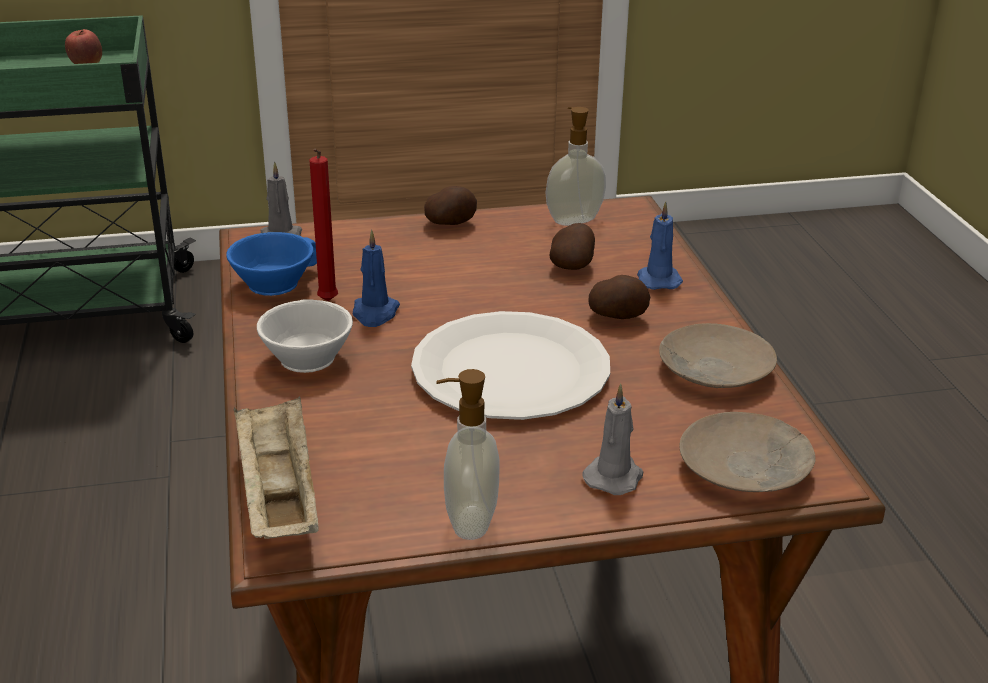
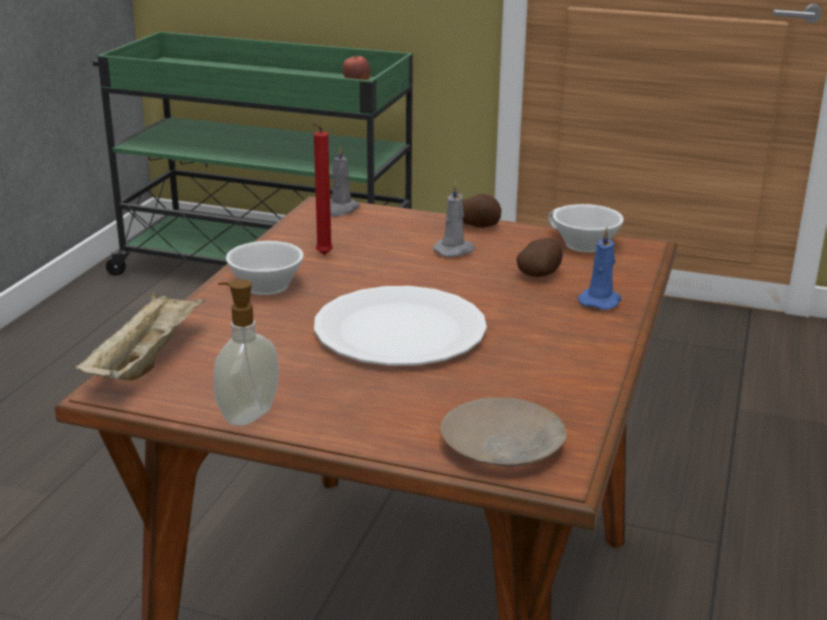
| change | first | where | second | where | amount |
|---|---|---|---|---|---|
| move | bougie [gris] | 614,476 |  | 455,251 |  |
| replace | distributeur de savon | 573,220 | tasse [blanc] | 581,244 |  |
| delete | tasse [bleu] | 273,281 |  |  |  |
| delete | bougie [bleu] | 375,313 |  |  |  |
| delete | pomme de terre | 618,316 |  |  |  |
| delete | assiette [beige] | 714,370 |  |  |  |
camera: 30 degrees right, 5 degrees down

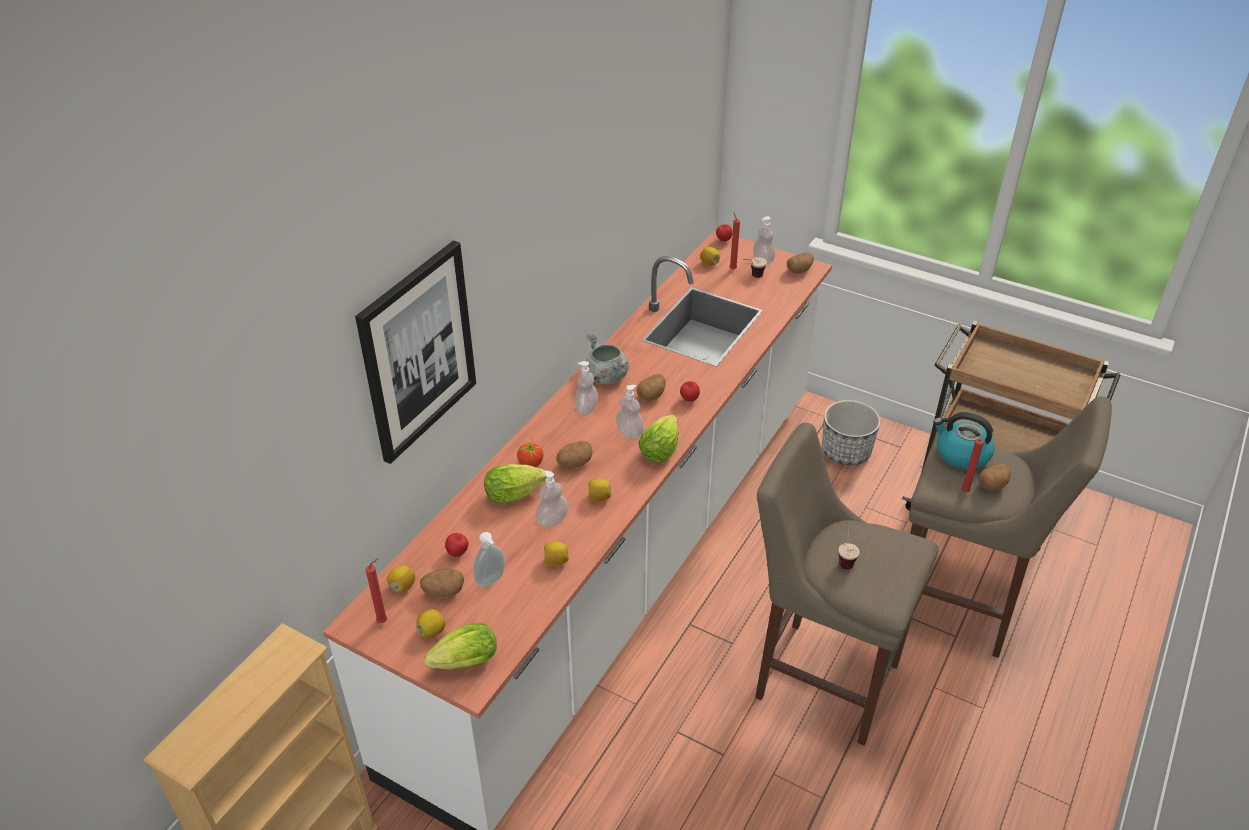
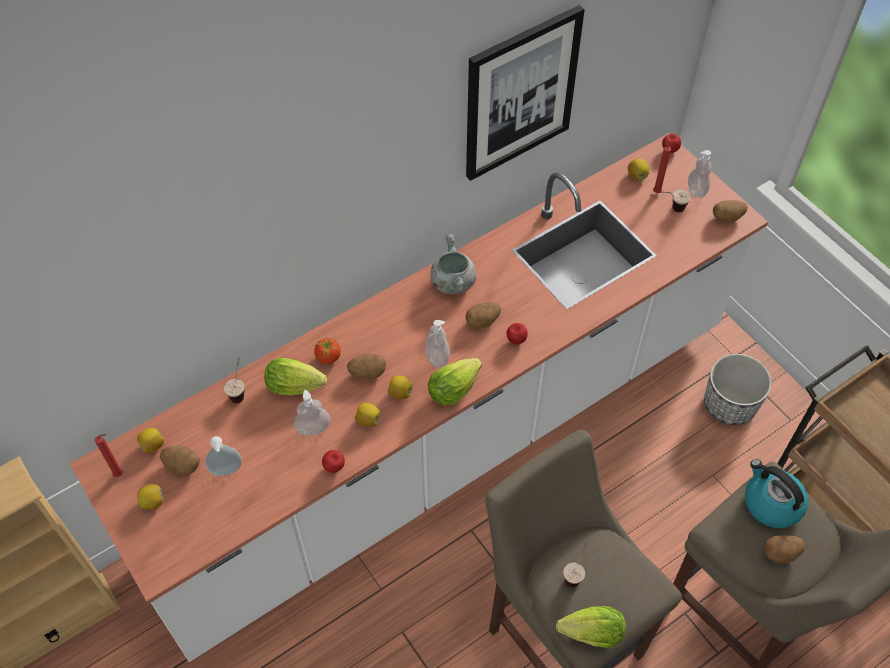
| change | first | where | second | where | amount |
|---|---|---|---|---|---|
| insert |  |  | tasse | 239,390 |  |
| move | pomme | 458,553 |  | 334,467 |  |
| move | citron | 556,561 |  | 400,393 |  |
| move | tableau | 417,351 |  | 520,94 |  |
| move | laitue | 462,663 |  | 588,633 |  |
| delete | distributeur de savon | 586,408 |  |  |  |
| delete | bougie [rouge] | 964,492 |  |  |  |
camera: 25 degrees right, 15 degrees up

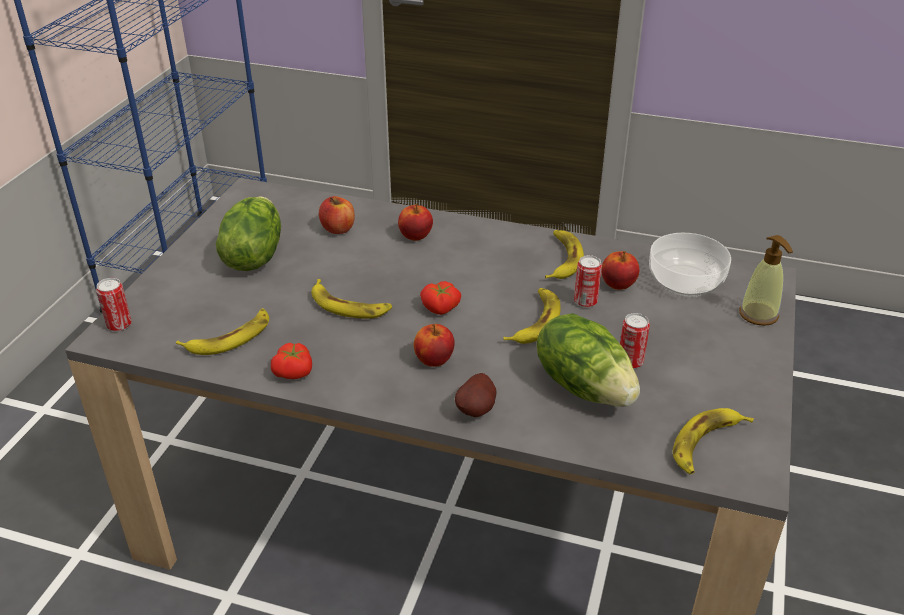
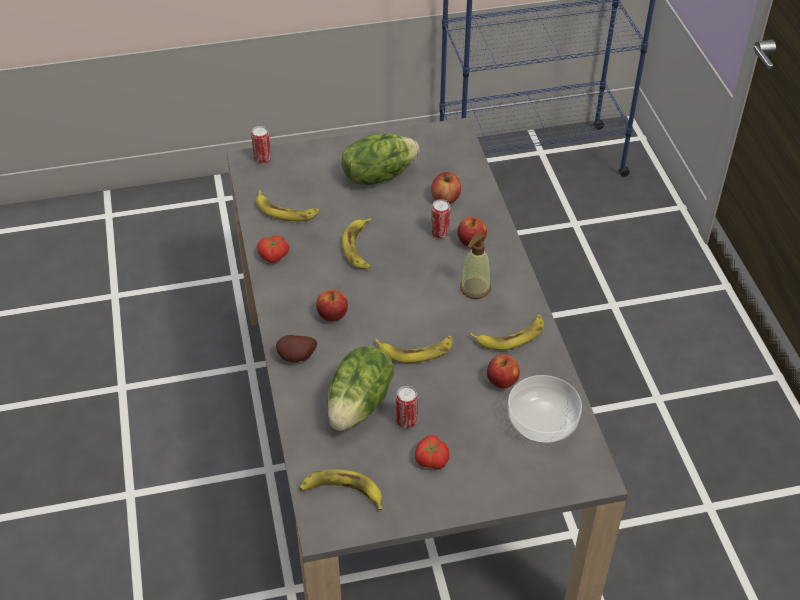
| change | first | where | second | where | amount |
|---|---|---|---|---|---|
| move | tomate | 440,309 |  | 431,460 |  |
| move | boîte métallique | 585,301 |  | 440,233 |  |
| move | distributeur de savon | 758,315 |  | 475,288 |  |
camera: 60 degrees right, 10 degrees up

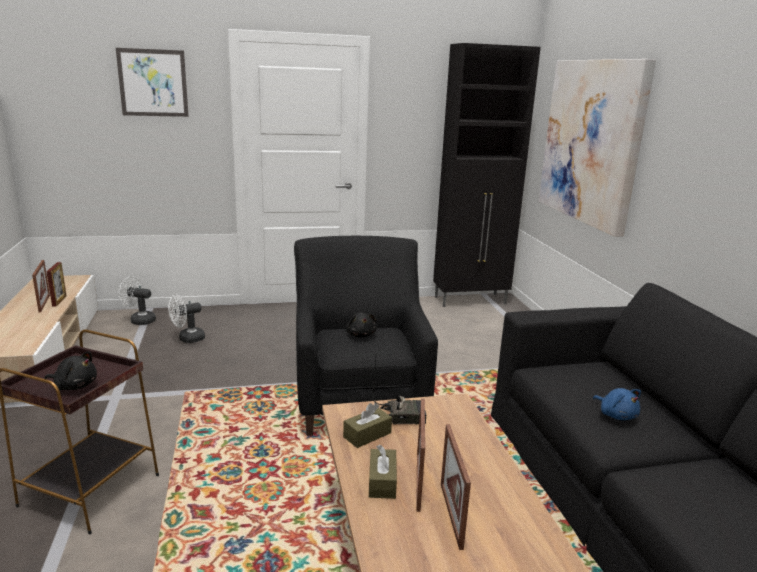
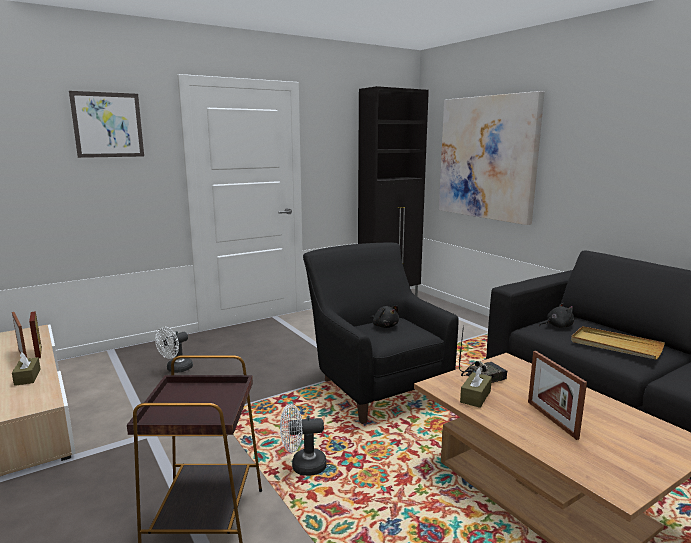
| change | first | where | second | where | amount |
|---|---|---|---|---|---|
| move | boîte à mouchoirs [marron] | 382,481 |  | 27,377 |  |
| move | ventilateur [blanc] | 139,320 |  | 302,466 |  |
| move | peluche [noir] | 74,386 |  | 557,326 |  |
| replace | peluche [bleu] | 616,415 | plateau [beige] | 615,345 |  |
| delete | cadre photo | 451,515 |  |  |  |
camera: 20 degrees left, 5 degrees down

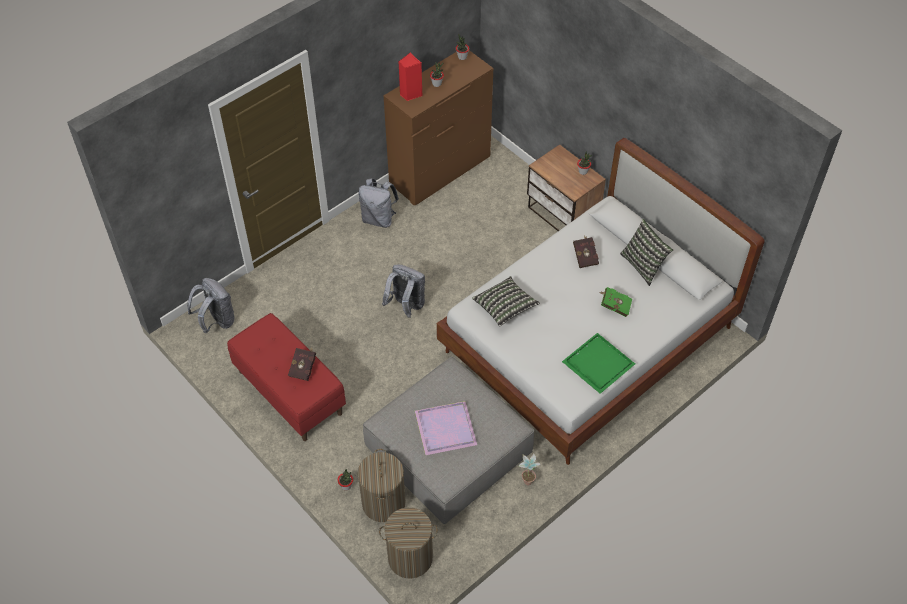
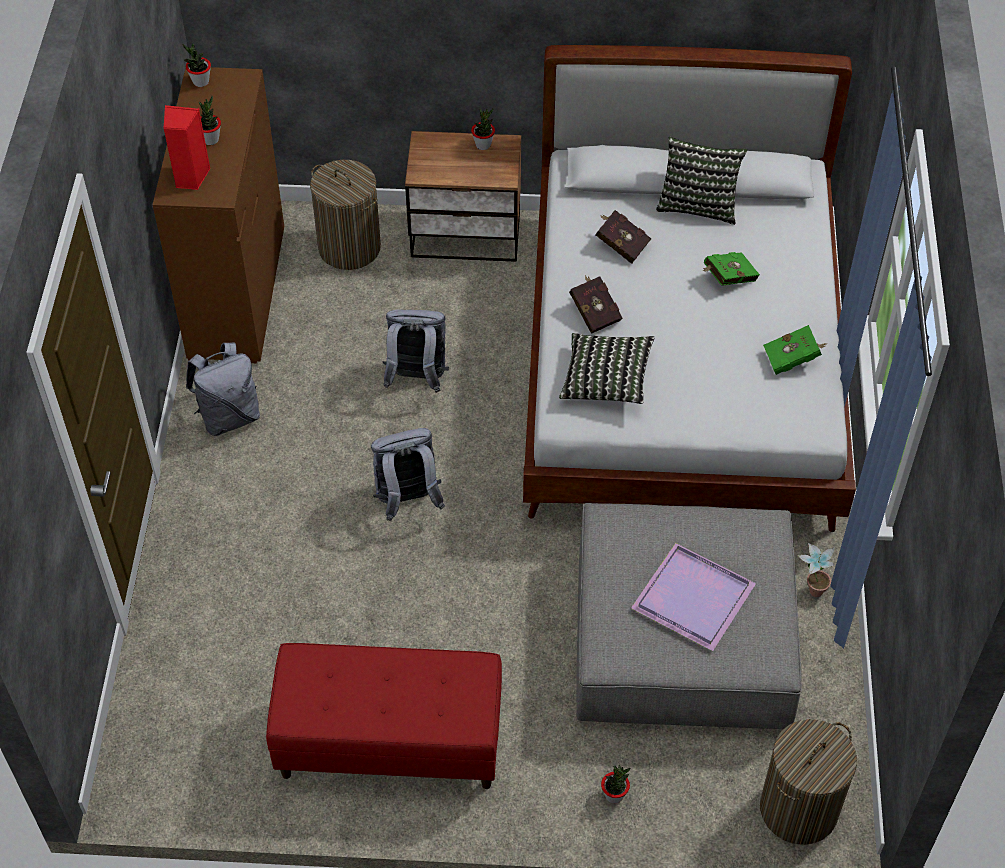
| change | first | where | second | where | amount |
|---|---|---|---|---|---|
| move | panier à linge | 383,503 |  | 349,247 |  |
| move | sac à dos [gris] | 216,321 |  | 416,378 |  |
| move | livre [rouge] | 304,368 |  | 594,312 |  |
| replace | plateau [vert] | 598,363 | livre [vert] | 793,359 |  |
camera: 45 degrees left, 0 degrees up

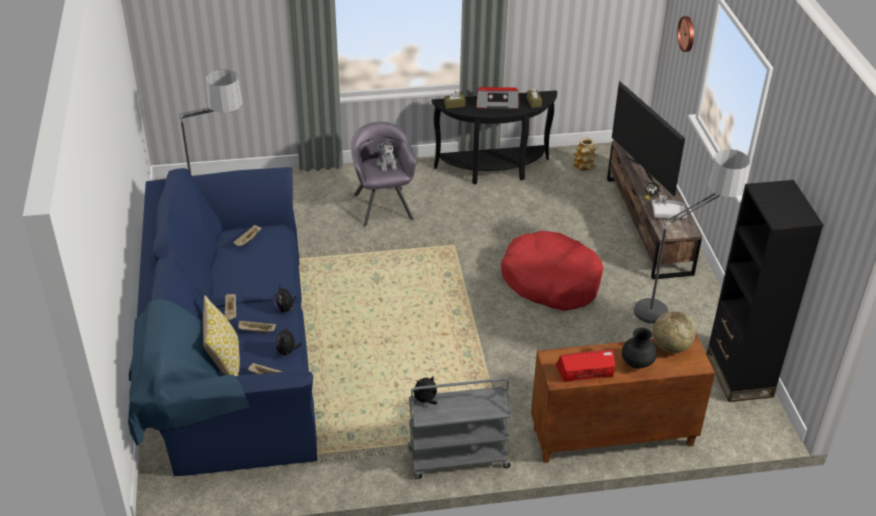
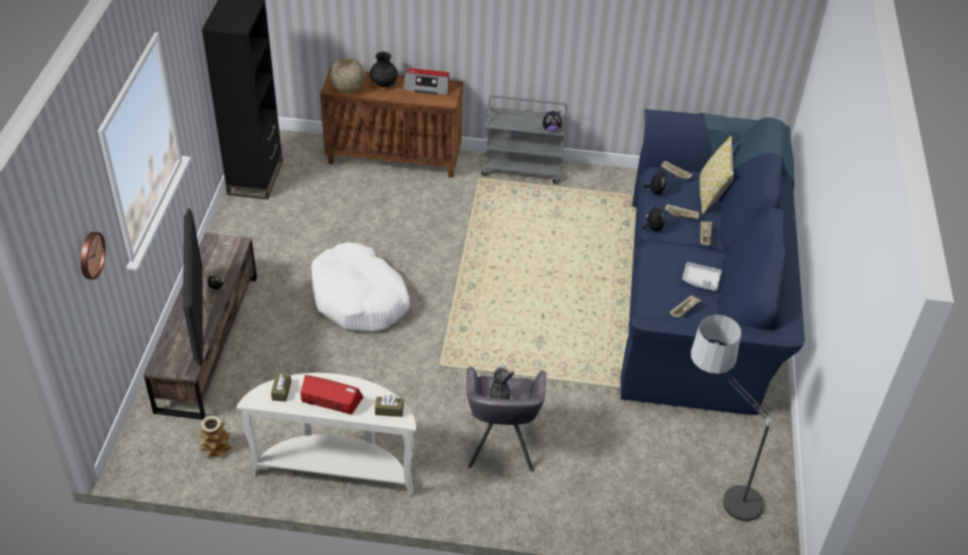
| change | first | where | second | where | amount |
|---|---|---|---|---|---|
| recolor | table console [noir] | 494,171 | table console [blanc] | 337,467 |  |
| recolor | panier pour chien [rouge] | 551,281 | panier pour chien [blanc] | 359,298 |  |
| move | plateau [gris] | 668,213 |  | 700,280 |  |
| delete | lampadaire | 674,306 |  |  |  |
camera: 165 degrees left, 5 degrees up

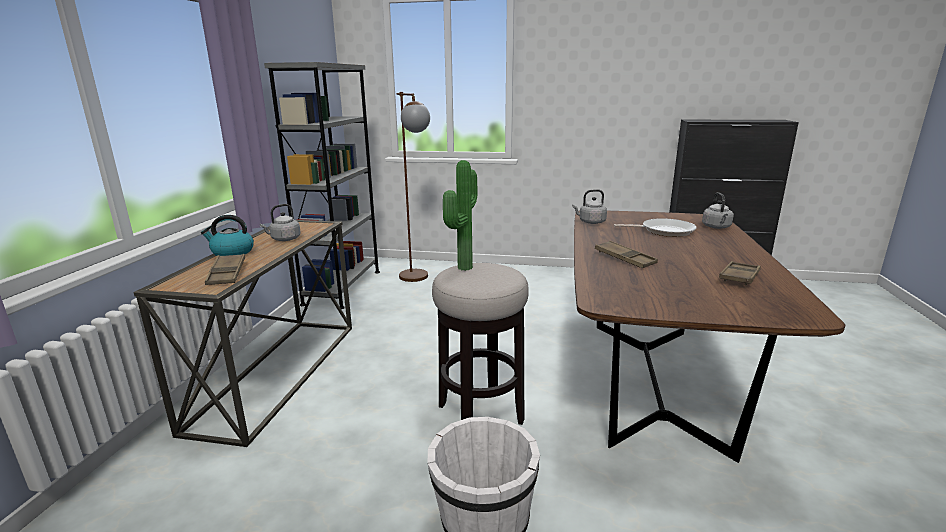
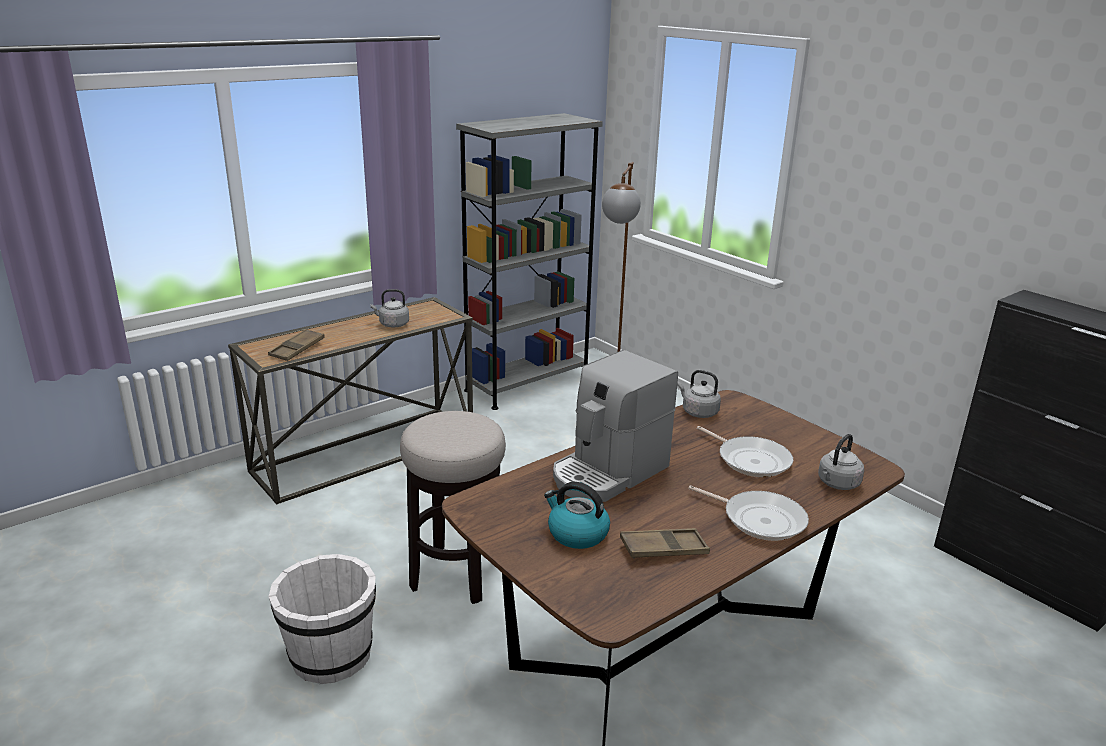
| change | first | where | second | where | amount |
|---|---|---|---|---|---|
| move | bouilloire | 232,252 |  | 577,534 |  |
| replace | plateau [marron] | 625,259 | machine à café | 608,473 |  |
| insert |  |  | poêle | 759,519 |  |
| delete | plante en pot | 462,267 |  |  |  |
camera: 40 degrees right, 5 degrees up

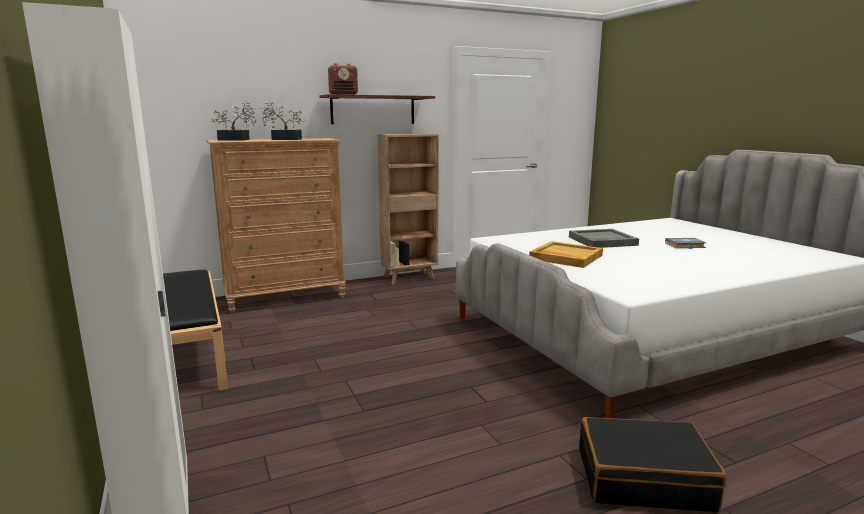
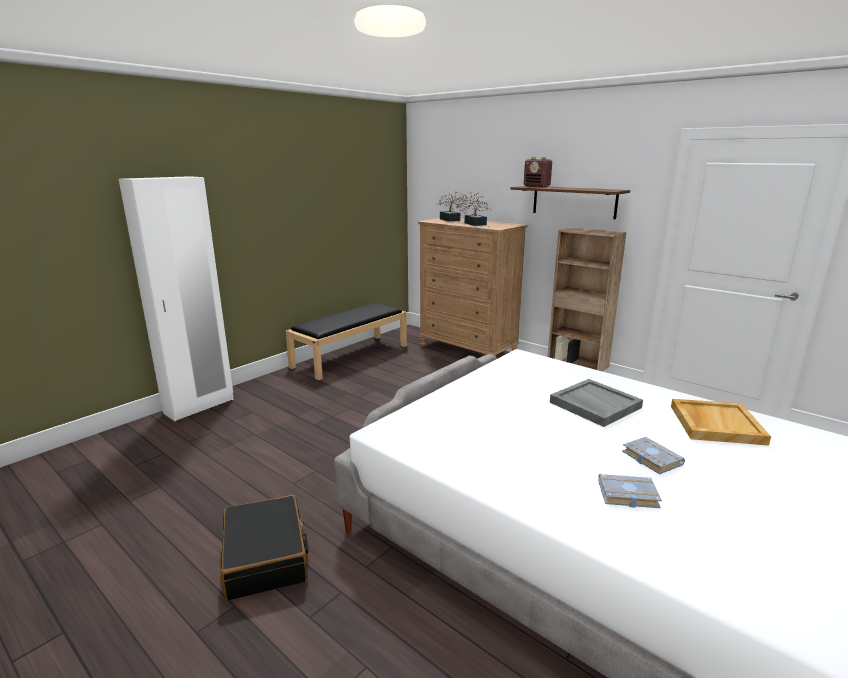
| change | first | where | second | where | amount |
|---|---|---|---|---|---|
| insert |  |  | livre [gris] | 627,495 |  |
| move | plateau [beige] | 565,257 |  | 715,424 |  |
camera: 65 degrees right, 5 degrees up

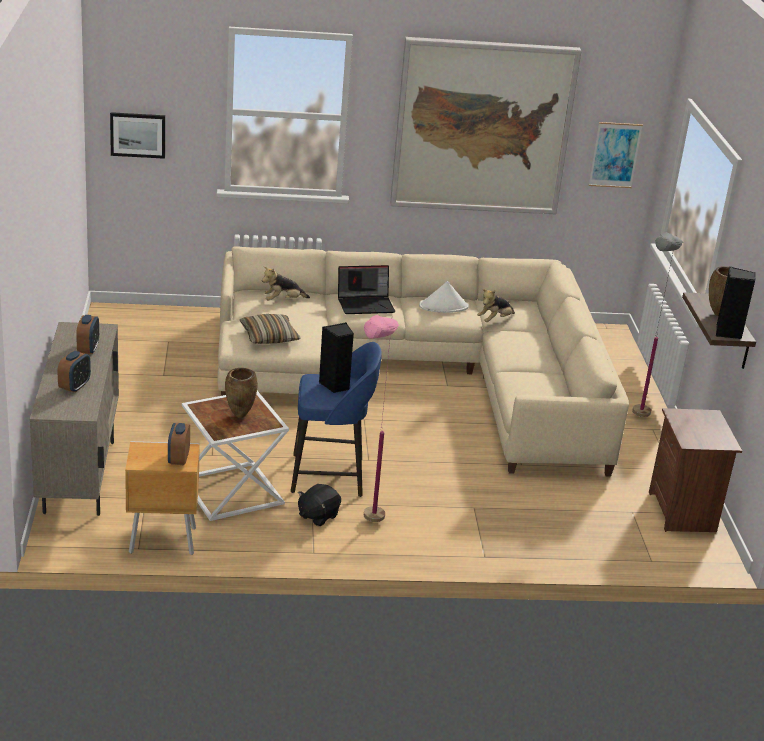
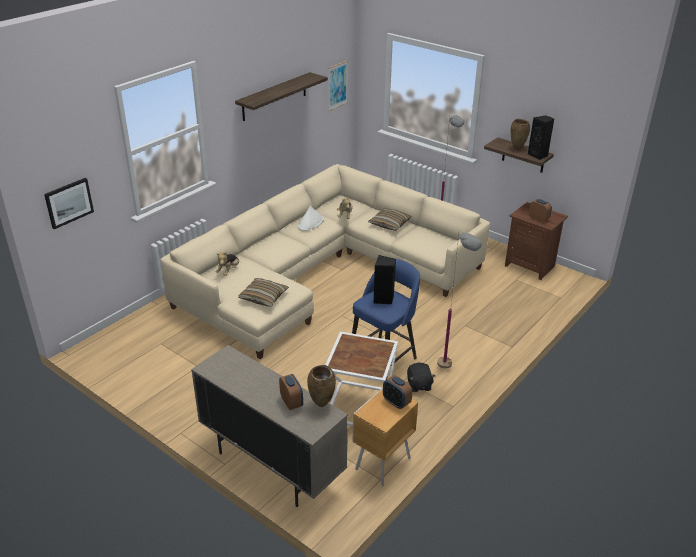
| change | first | where | second | where | amount |
|---|---|---|---|---|---|
| replace | tableau | 482,126 | étagère | 274,96 |  |
| move | vase [marron] | 240,416 |  | 322,405 |  |
| insert |  |  | coussin | 389,224 |  |
| recolor | lampadaire [rose] | 365,530 | lampadaire [gris] | 450,375 |  |
| move | réveil | 88,349 |  | 538,219 |  |
| delete | ordinateur portable | 366,304 |  |  |  |
camera: 45 degrees left, 5 degrees up

